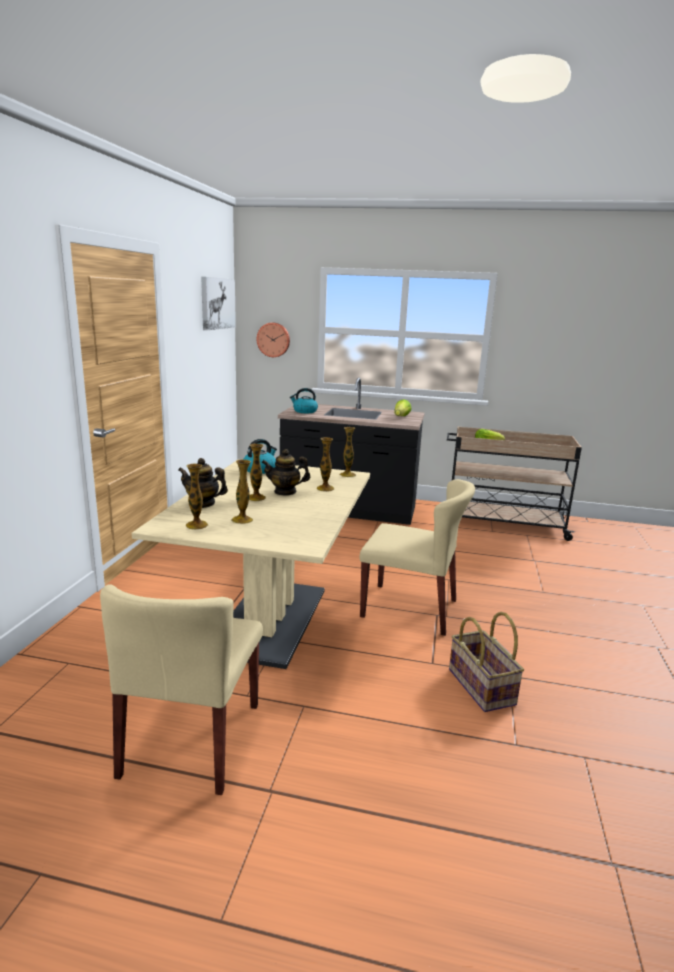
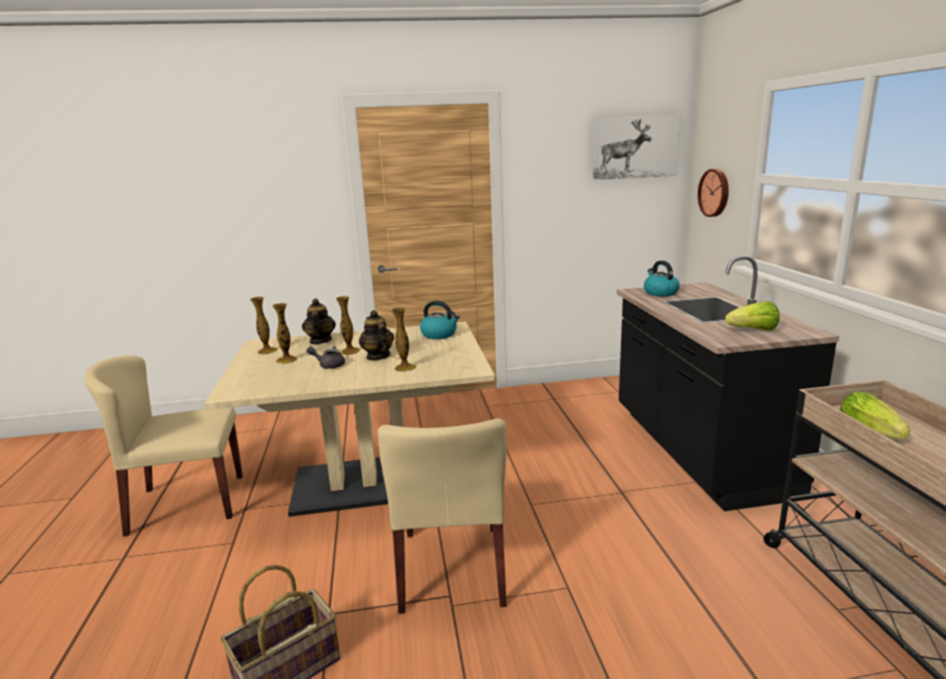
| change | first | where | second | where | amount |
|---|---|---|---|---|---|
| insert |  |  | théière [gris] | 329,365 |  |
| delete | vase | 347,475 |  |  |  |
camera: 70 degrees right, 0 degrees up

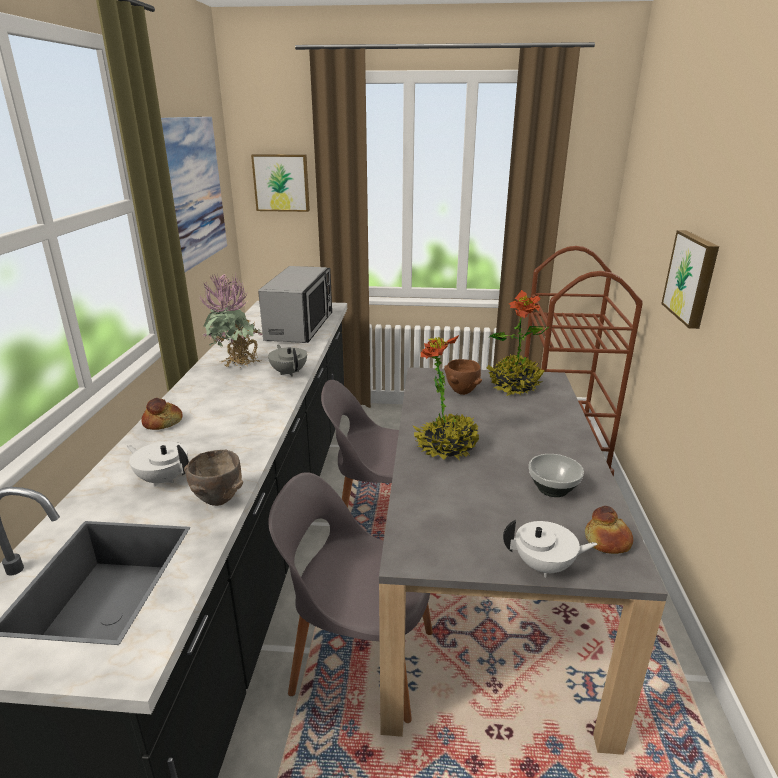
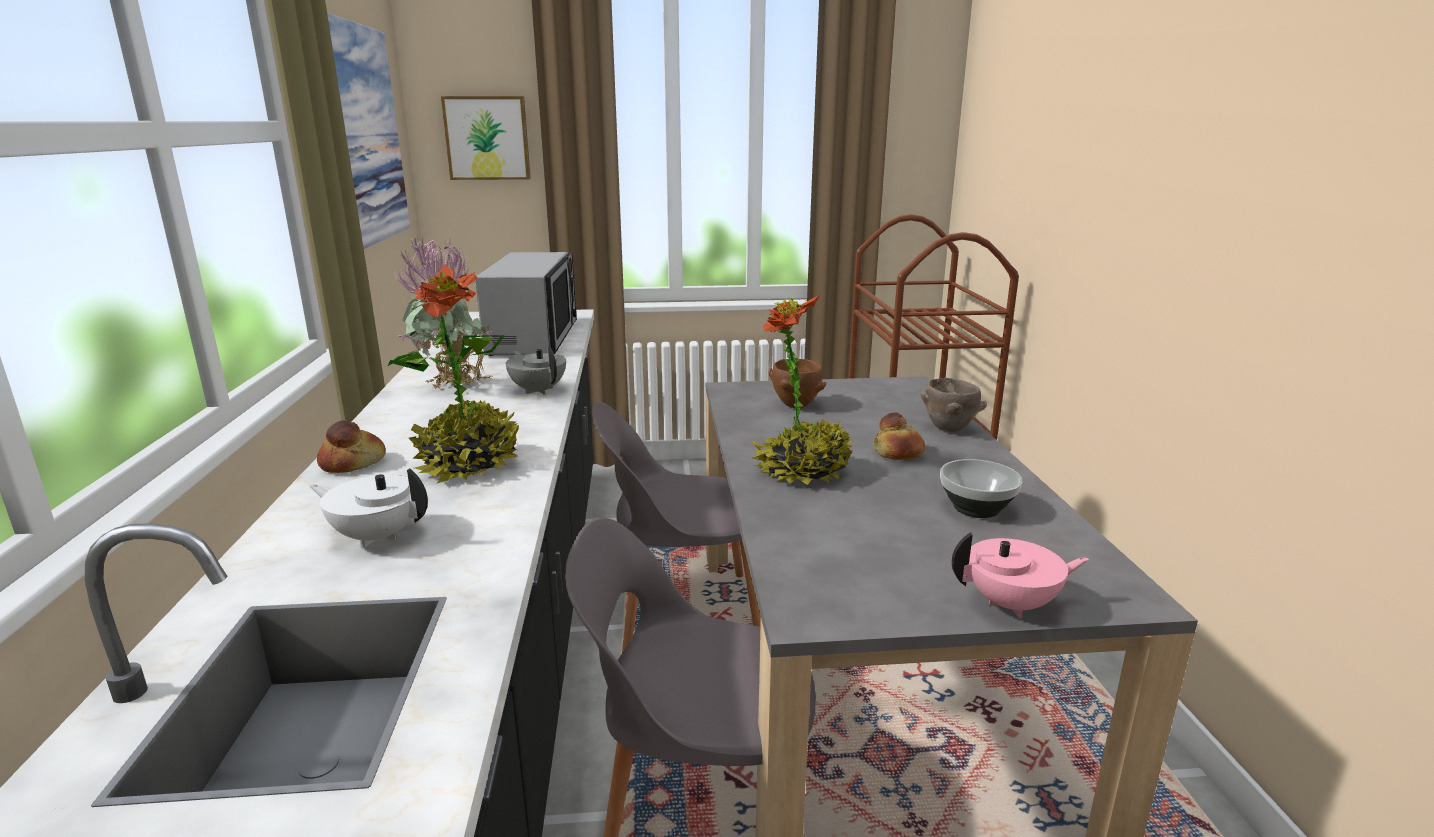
| change | first | where | second | where | amount |
|---|---|---|---|---|---|
| move | plante en pot | 513,386 |  | 468,463 |  |
| move | pain | 606,541 |  | 897,453 |  |
| move | bol [marron] | 218,500 |  | 949,429 |  |
| recolor | théière [blanc] | 544,566 | théière [rose] | 1012,604 |  |
| delete | tableau | 692,277 |  |  |  |
camera: 10 degrees left, 5 degrees down

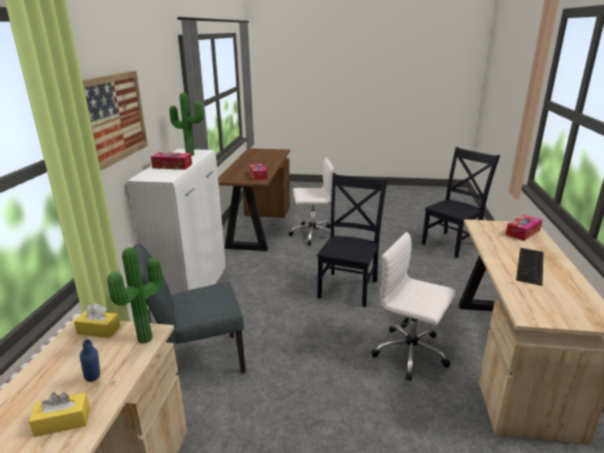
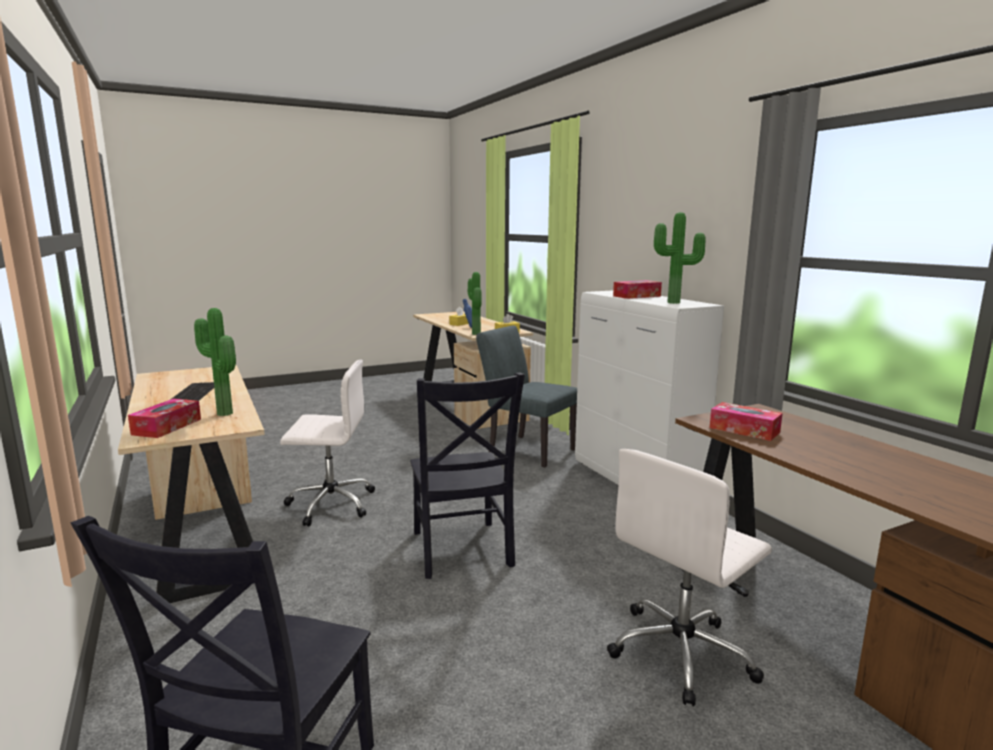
| change | first | where | second | where | amount |
|---|---|---|---|---|---|
| insert |  |  | plante en pot | 222,414 |  |
| rotate | chaise [gris] | 197,362 |  | 526,449 | 90 degrees counterclockwise |
| delete | tableau | 114,118 |  |  |  |
camera: 145 degrees right, 10 degrees down

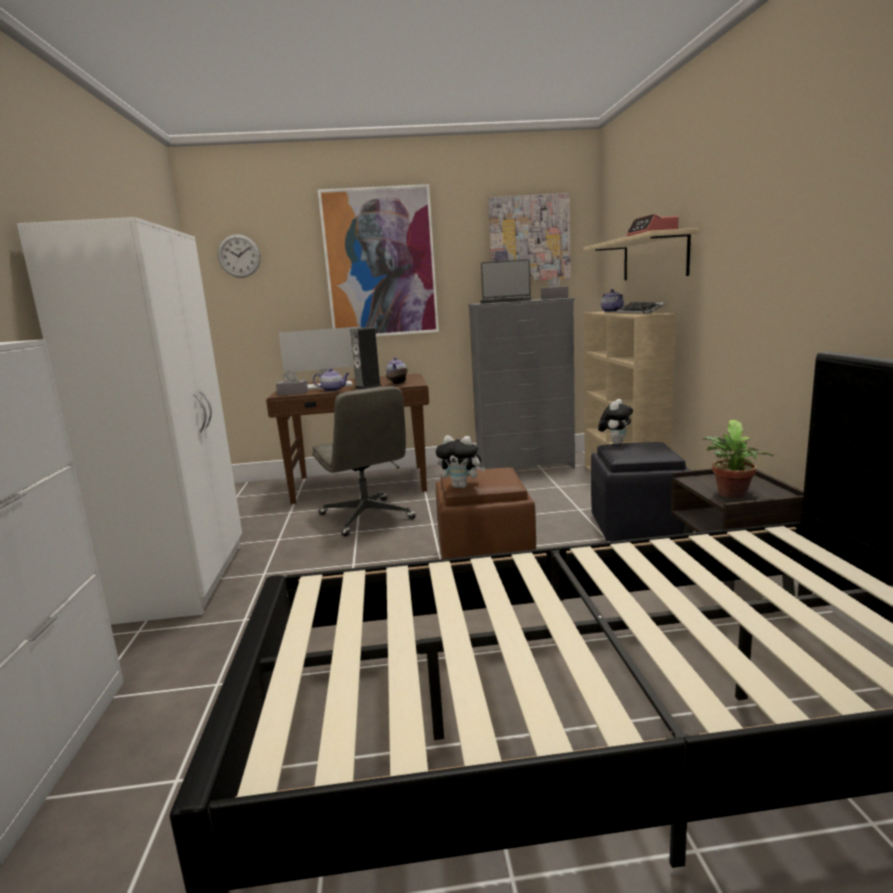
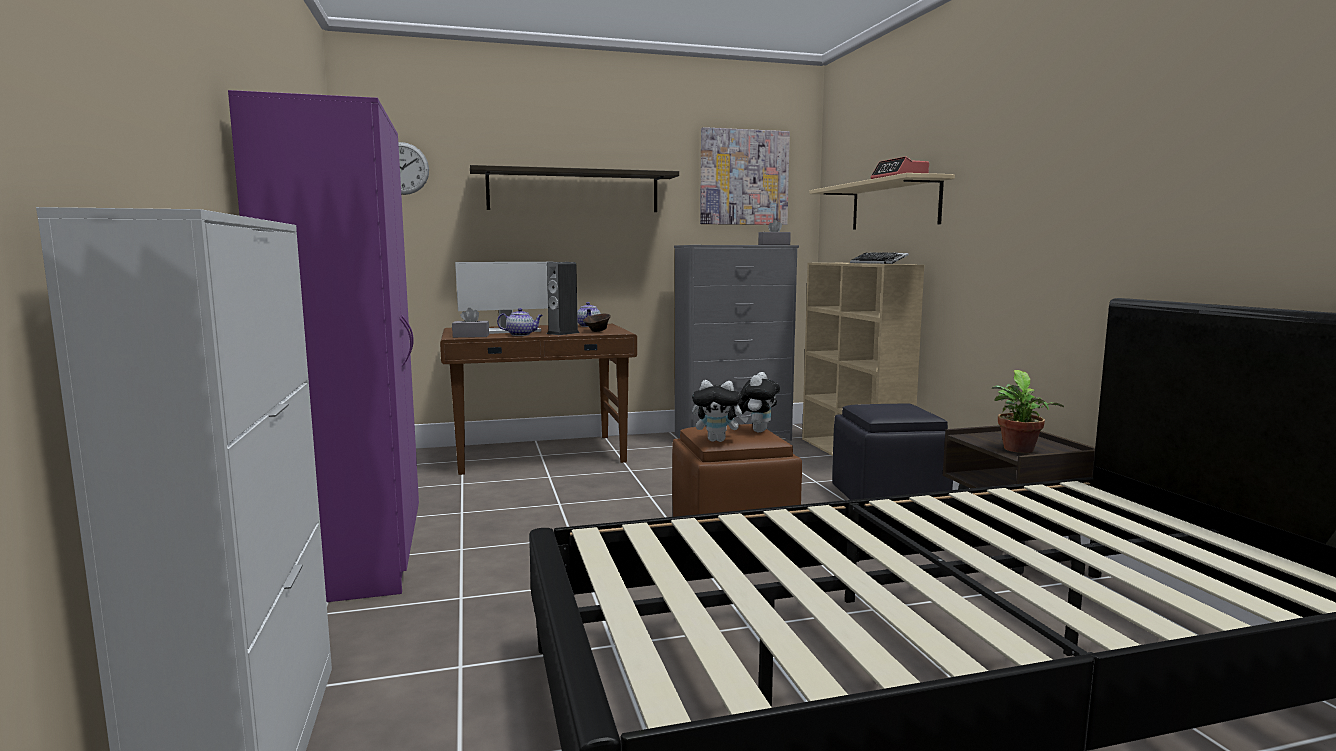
| change | first | where | second | where | amount |
|---|---|---|---|---|---|
| recolor | armoire [blanc] | 186,580 | armoire [violet] | 359,557 |  |
| replace | tableau | 380,263 | étagère | 574,191 |  |
| move | peluche | 615,443 |  | 757,431 |  |
| delete | chaise de bureau [gris] | 367,517 |  |  |  |
| delete | ordinateur portable | 506,301 |  |  |  |
| delete | théière | 612,311 |  |  |  |
camera: 10 degrees left, 5 degrees down

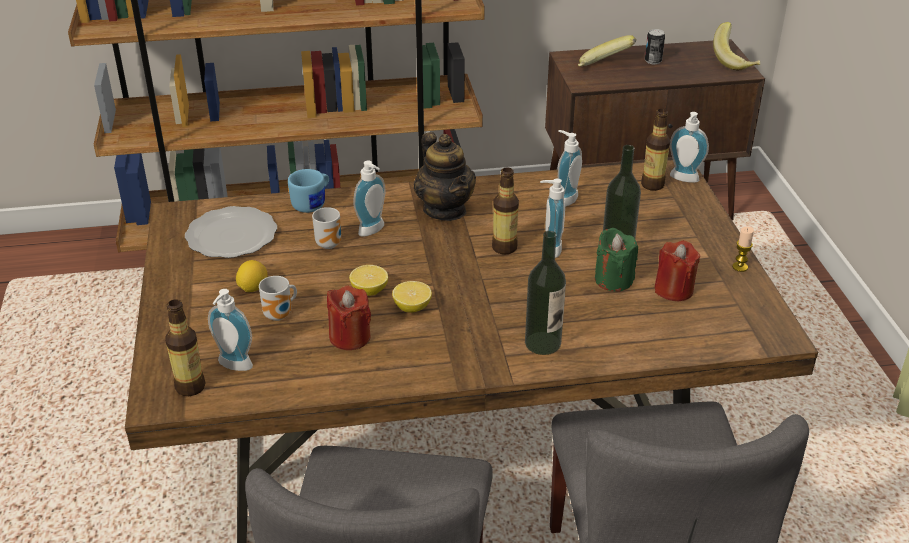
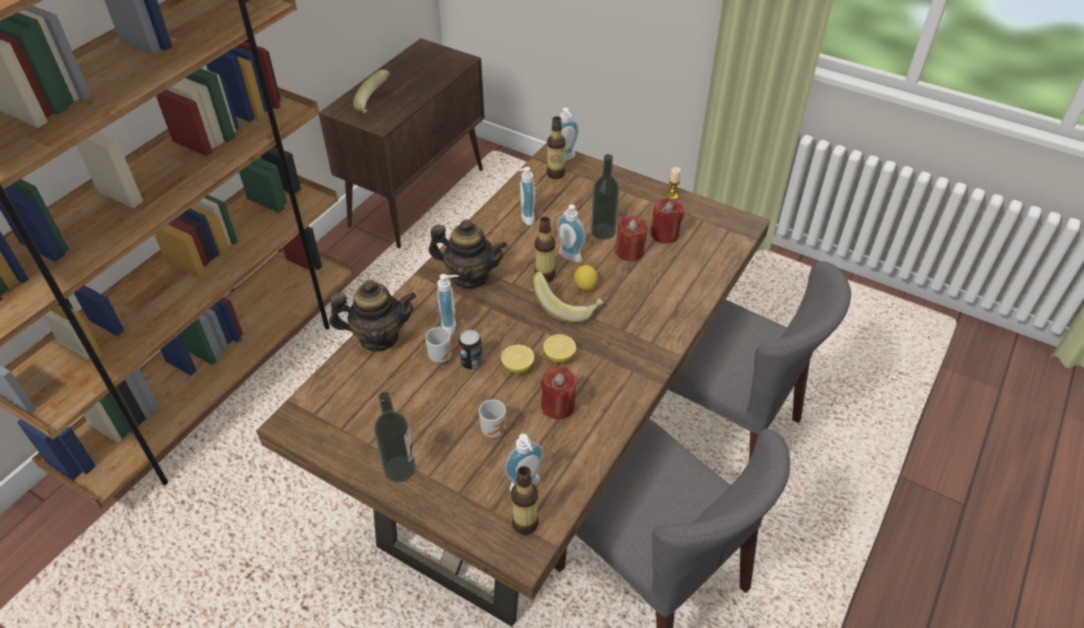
| change | first | where | second | where | amount |
|---|---|---|---|---|---|
| replace | mug [bleu] | 313,204 | théière | 378,337 |  |
| move | bouteille | 542,343 |  | 399,468 |  |
| move | boîte métallique | 653,61 |  | 471,363 |  |
| move | banane | 735,61 |  | 566,308 |  |
| move | citron | 253,288 |  | 585,286 |  |
| recolor | bougie [vert] | 613,280 | bougie [rouge] | 629,251 |  |
| delete | assiette | 230,236 |  |  |  |
camera: 50 degrees left, 10 degrees up

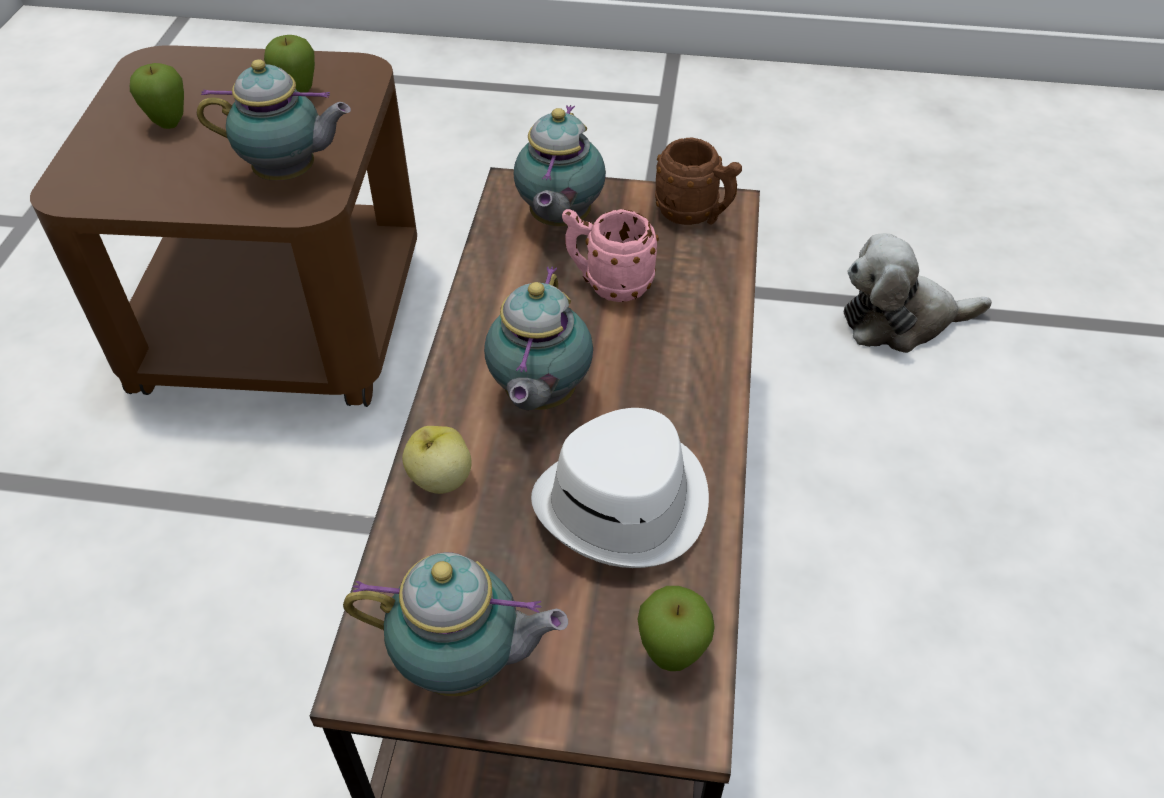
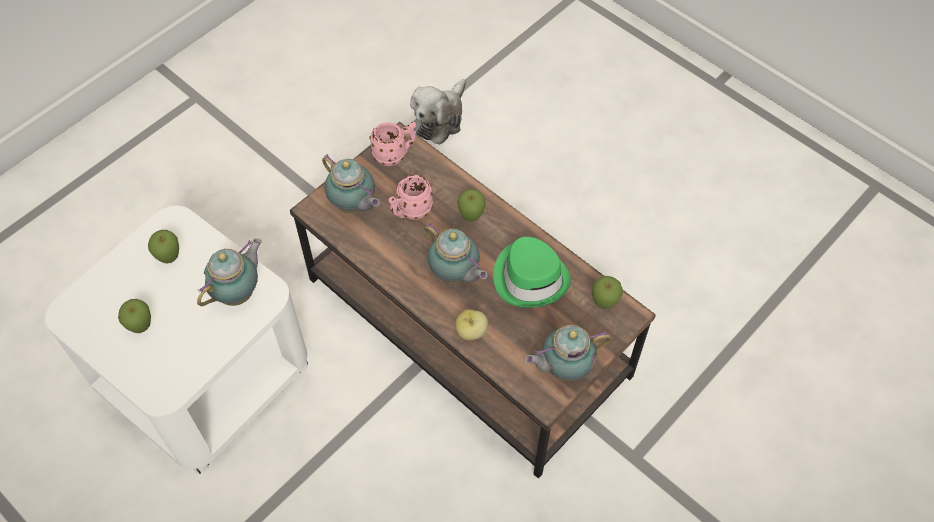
| change | first | where | second | where | amount |
|---|---|---|---|---|---|
| recolor | table d'appoint [marron] | 280,321 | table d'appoint [blanc] | 204,376 |  |
| recolor | mug [marron] | 695,215 | mug [rose] | 395,154 |  |
| insert |  |  | pomme | 471,217 |  |
| recolor | chapeau [blanc] | 626,503 | chapeau [vert] | 530,277 |  |
| rotate | théière | 465,667 |  | 563,368 | 150 degrees counterclockwise |
camera: 55 degrees left, 10 degrees up

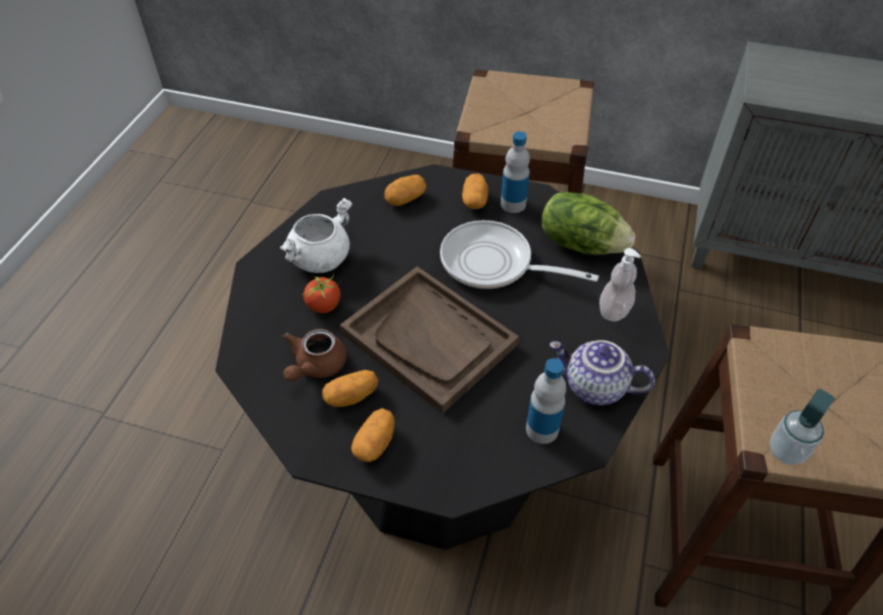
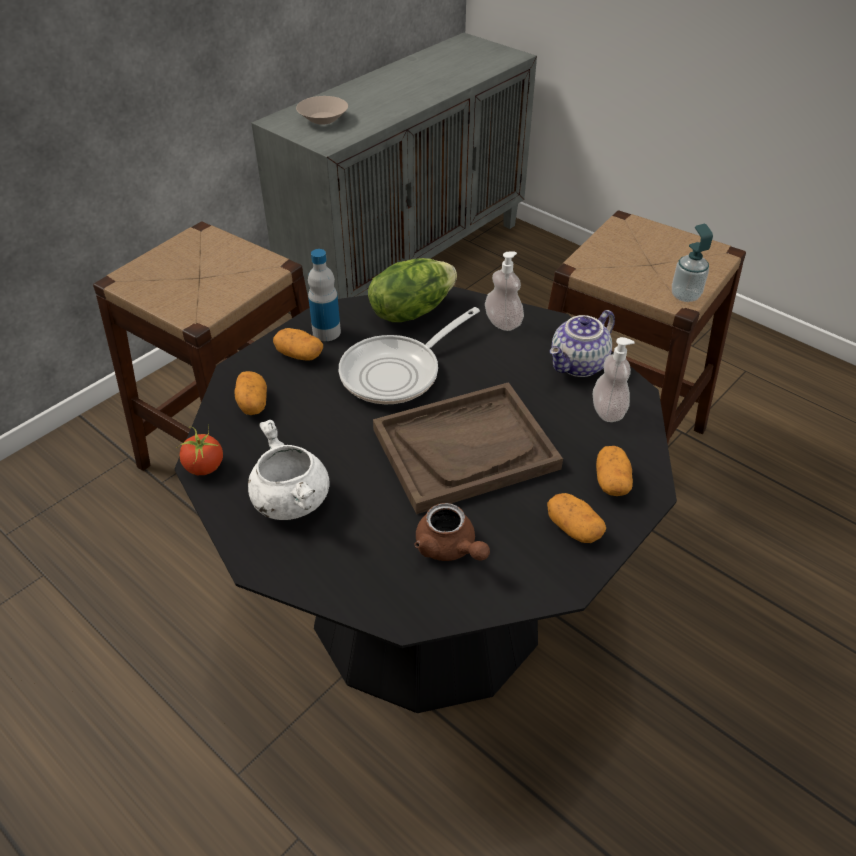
| change | first | where | second | where | amount |
|---|---|---|---|---|---|
| move | tomate | 324,305 |  | 204,467 |  |
| insert |  |  | bol [beige] | 323,120 |  |
| replace | bouteille | 542,429 | distributeur de savon | 608,411 |  |
| move | pomme de terre | 351,396 |  | 611,481 |  |
camera: 65 degrees left, 5 degrees down

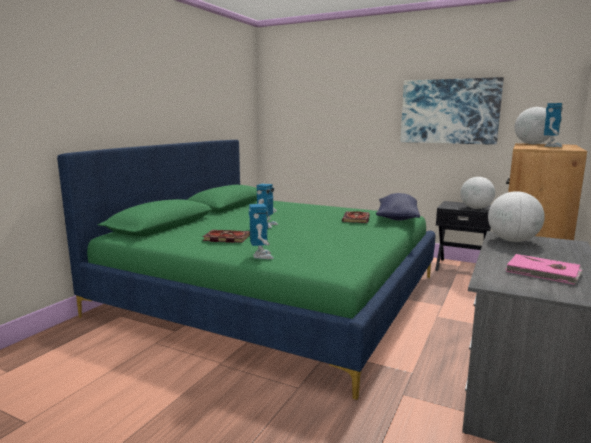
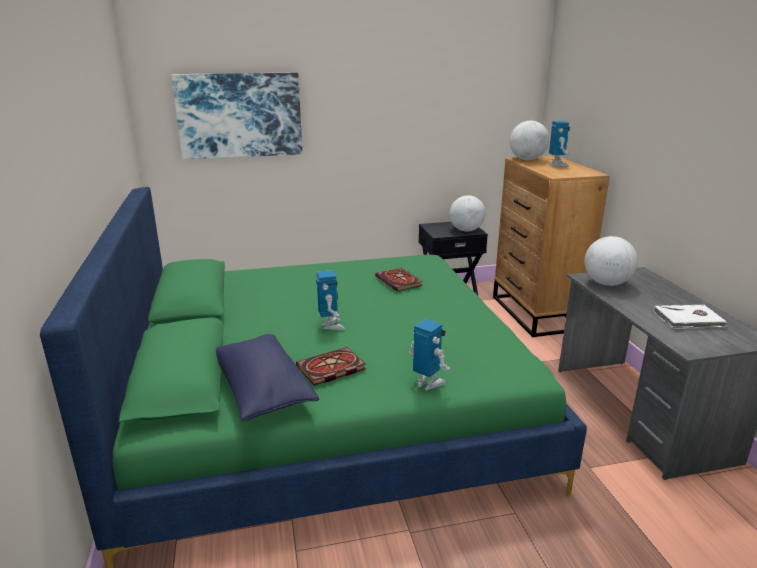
| change | first | where | second | where | amount |
|---|---|---|---|---|---|
| move | tableau | 449,111 |  | 240,115 |  |
| move | coussin [bleu] | 397,218 |  | 261,390 |  |
| recolor | livre [rose] | 543,272 | livre [blanc] | 689,320 |  |
camera: 40 degrees left, 10 degrees up

